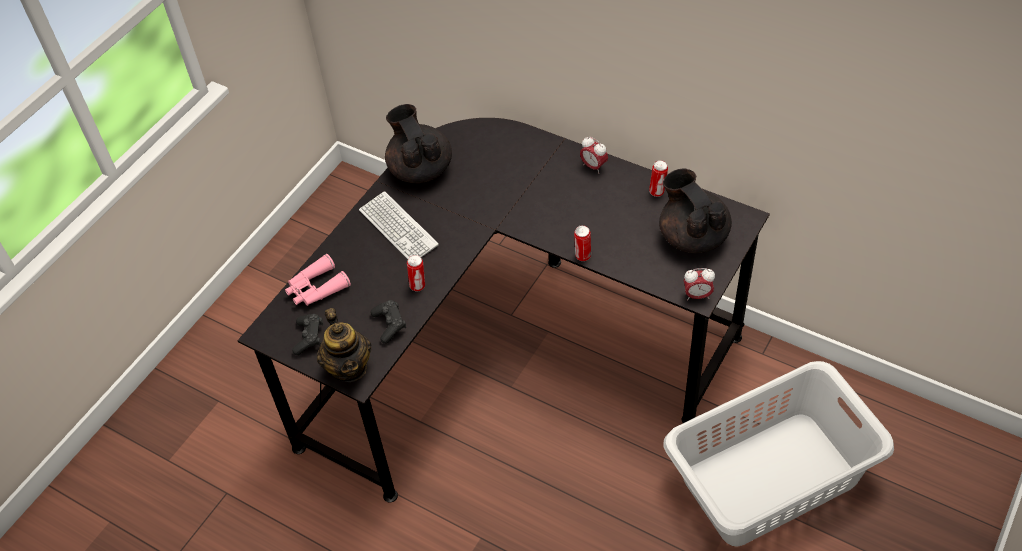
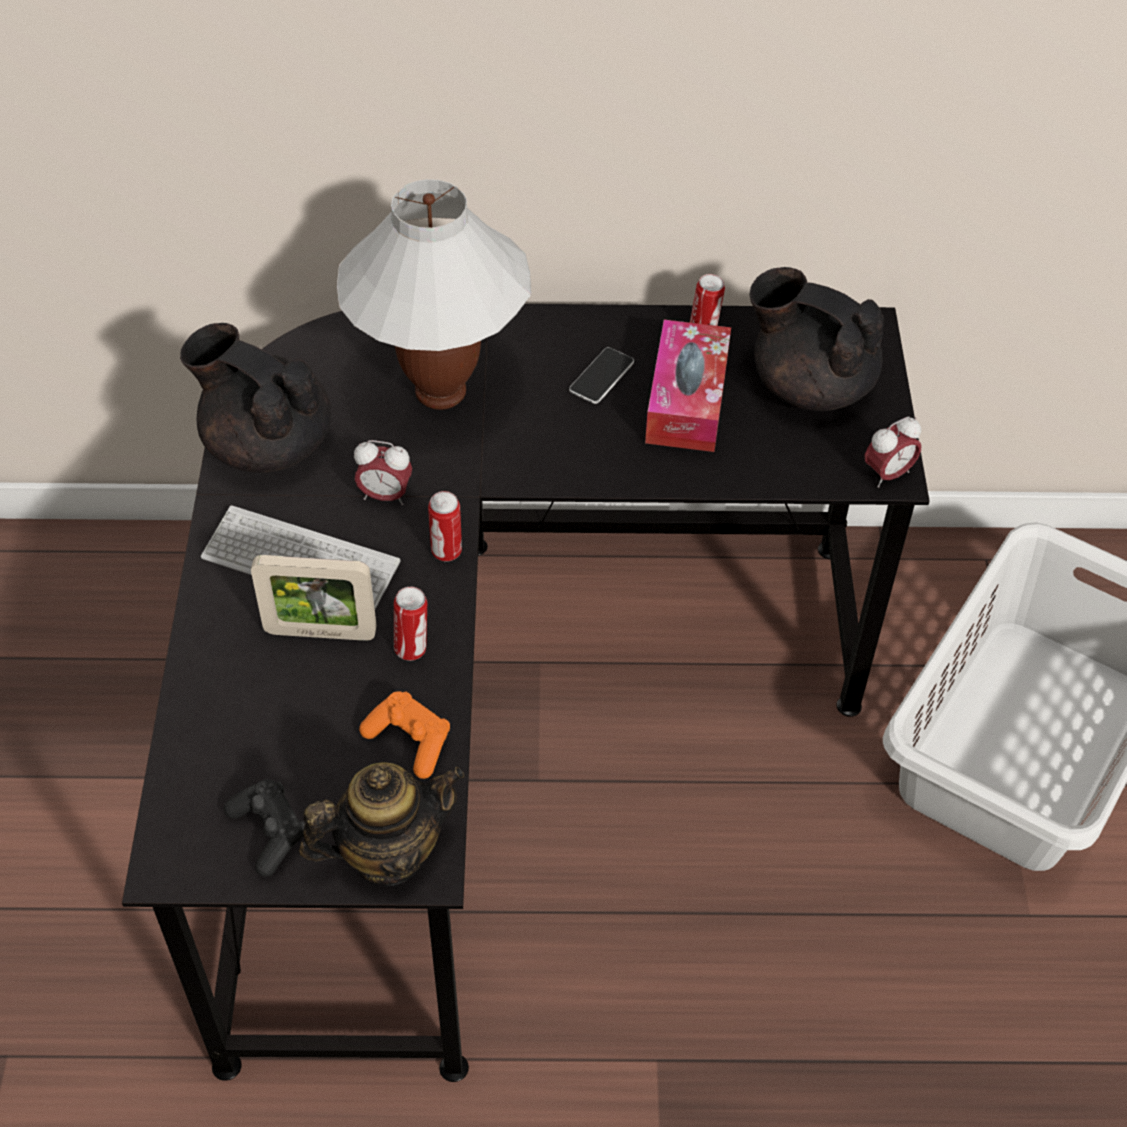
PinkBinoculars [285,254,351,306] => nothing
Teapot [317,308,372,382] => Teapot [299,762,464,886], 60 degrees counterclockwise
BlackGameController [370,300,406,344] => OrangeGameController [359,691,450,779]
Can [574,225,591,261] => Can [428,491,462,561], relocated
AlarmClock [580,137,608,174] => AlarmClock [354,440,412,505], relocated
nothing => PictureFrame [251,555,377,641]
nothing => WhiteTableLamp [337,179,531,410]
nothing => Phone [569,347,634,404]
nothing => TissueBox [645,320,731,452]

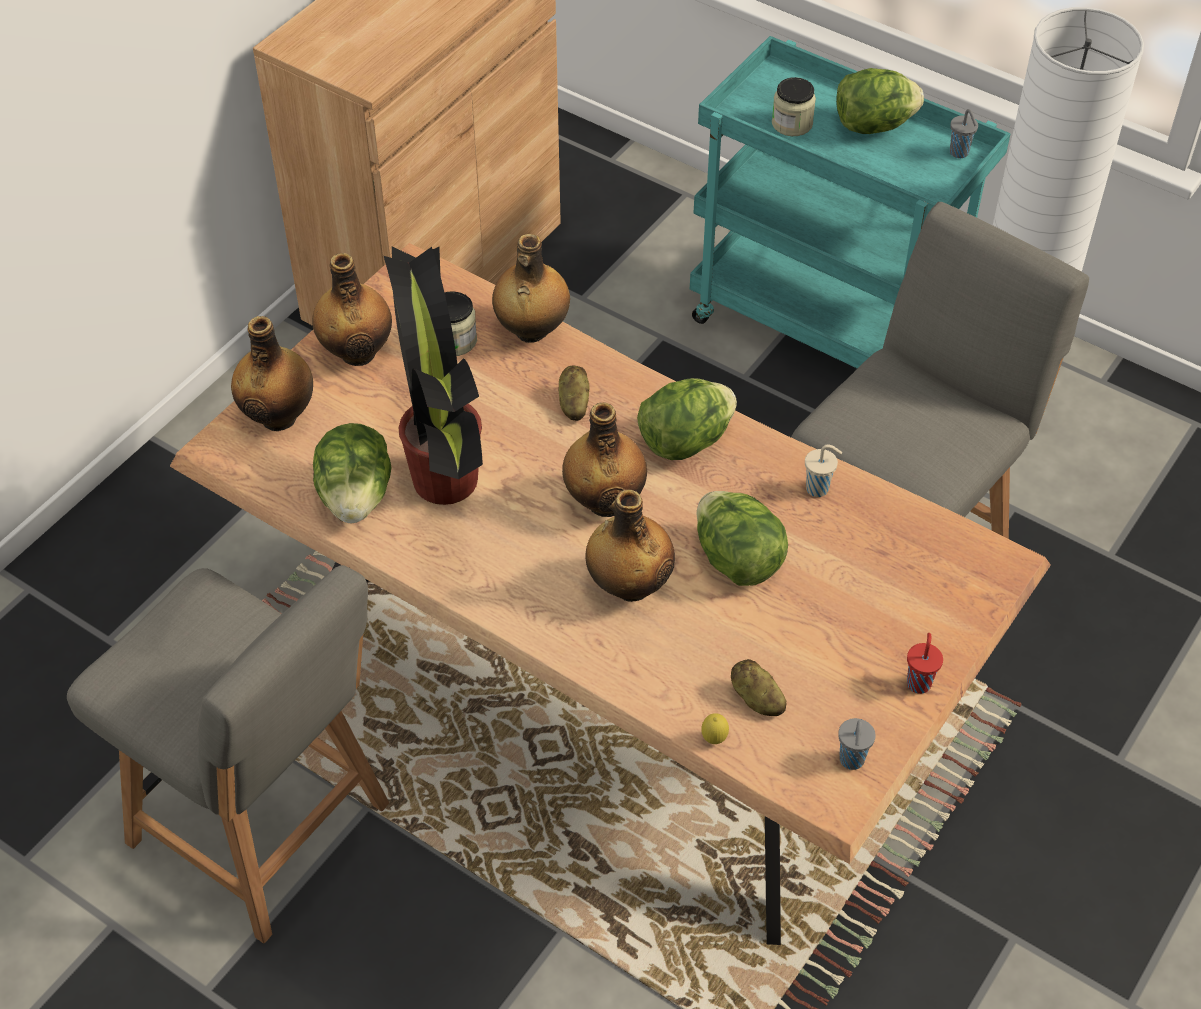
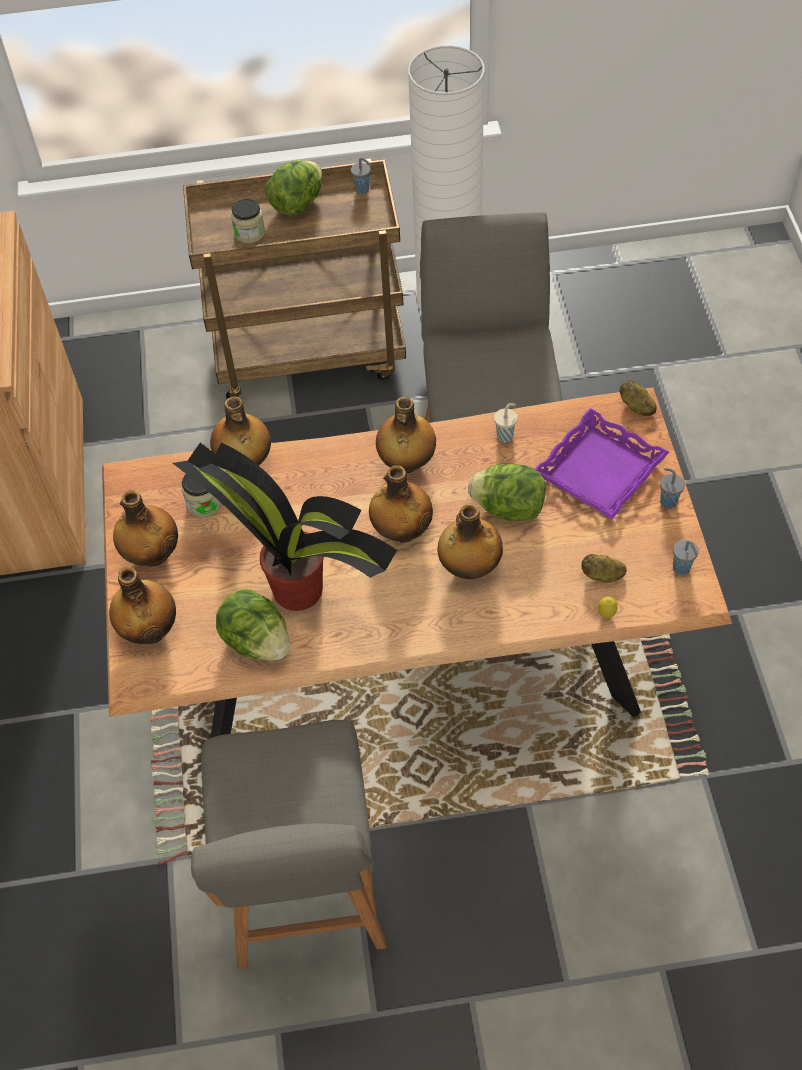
GreyChair [67,565,389,943] => GreyChair [191,720,386,969], 90 degrees clockwise
Potato [559,365,589,421] => Potato [620,380,657,416], relocated
Lettuce [637,378,737,460] => Bottle [376,397,436,473]
TurquoiseCart [690,36,1011,369] => BrownCart [183,159,406,400]
RedCup [907,633,943,694] => GreyCup [660,468,685,509]
nothing => PurpleTray [535,408,669,519]

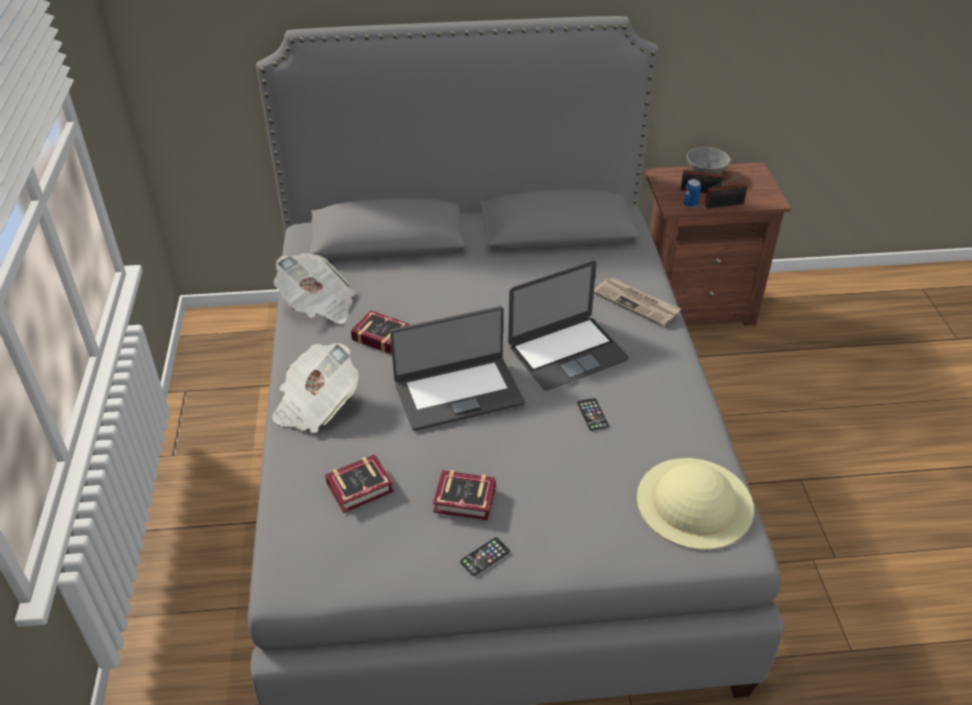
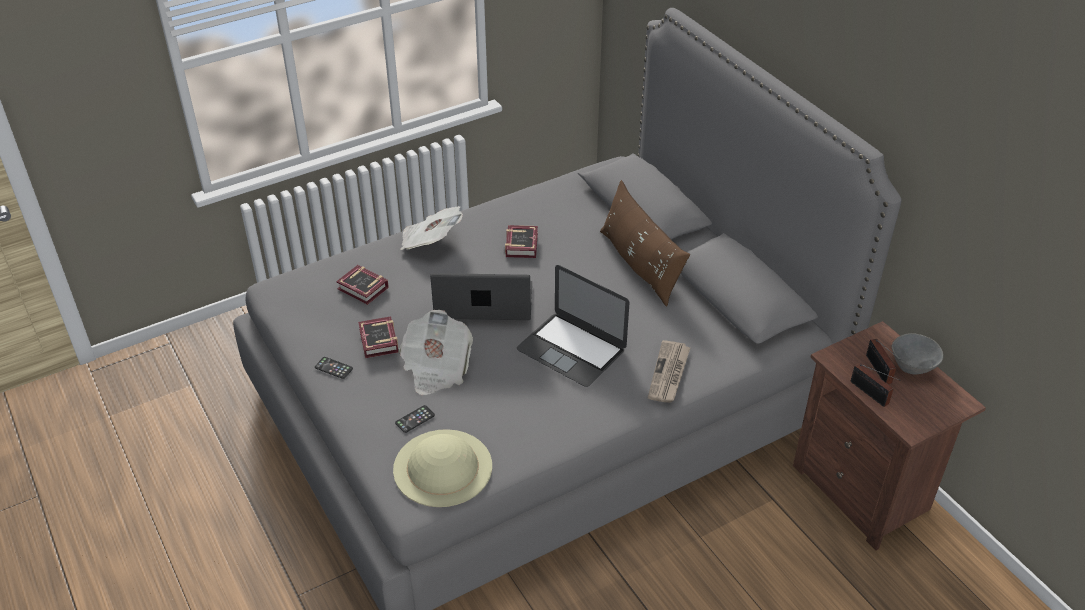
Newspaper [274,253,355,324] => Newspaper [399,310,473,395], relocated
Laptop [390,306,525,431] => Laptop [430,273,532,320], 135 degrees clockwise
Phone [577,398,609,431] => Phone [395,405,435,433], relocated
Can [684,179,701,208] => nothing
nothing => BrownPillow [600,180,690,307]

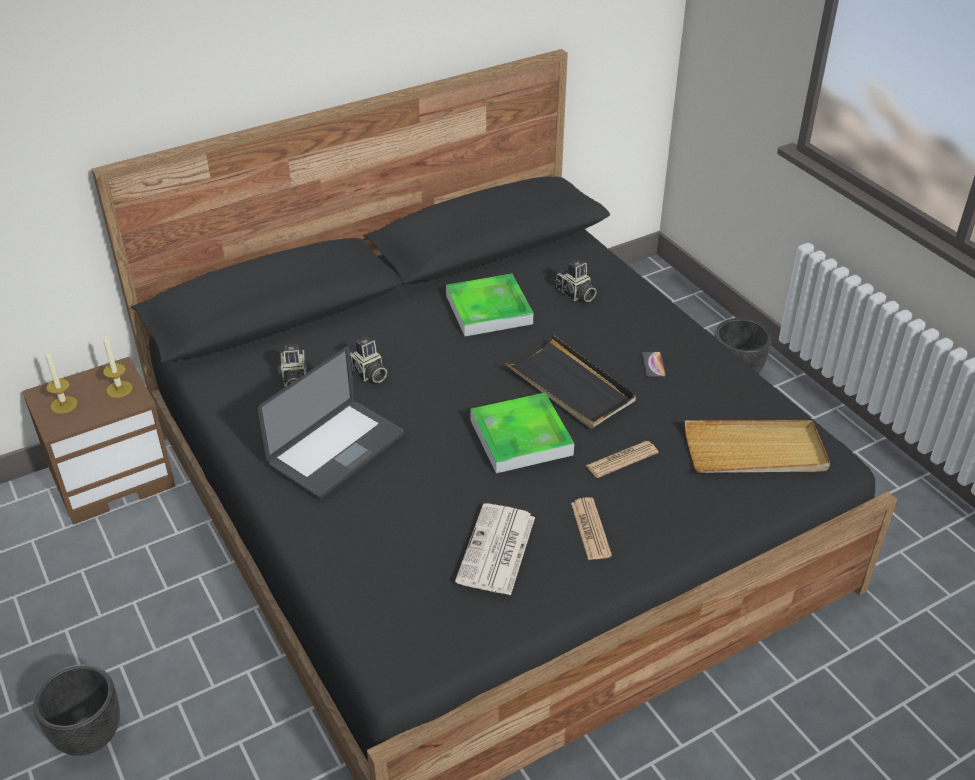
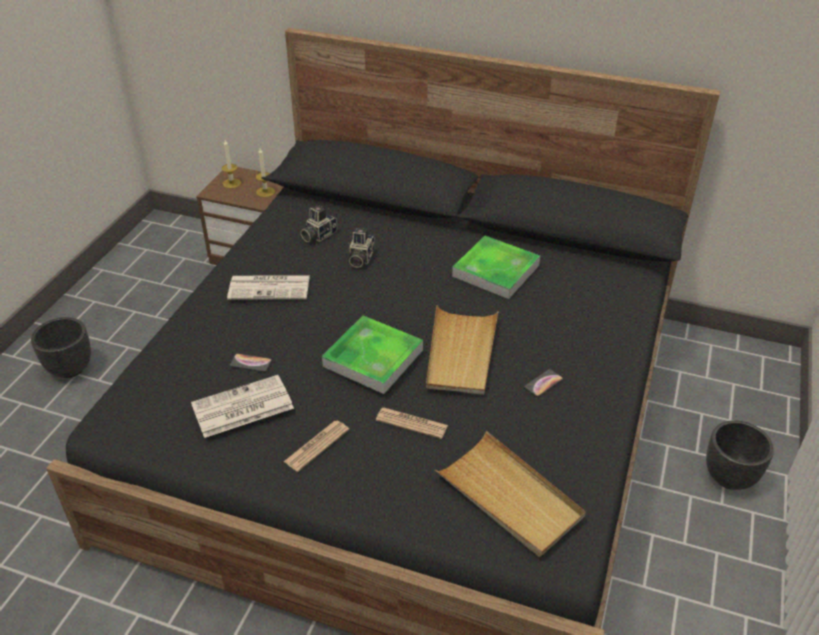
Laptop [257,346,404,499] => Newspaper [227,275,310,300]
BlackTray [504,335,636,429] => BeigeTray [426,305,498,395]
PhotoCamera [555,260,596,302] => nothing
nothing => Phone [230,353,272,372]

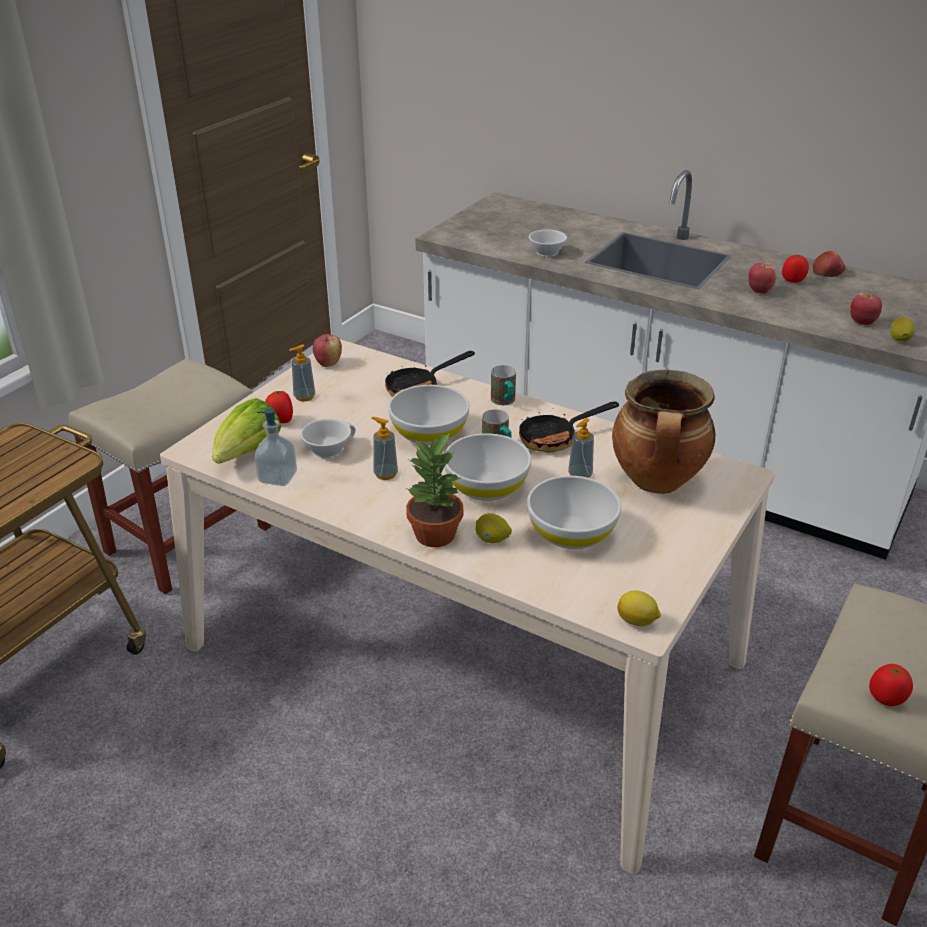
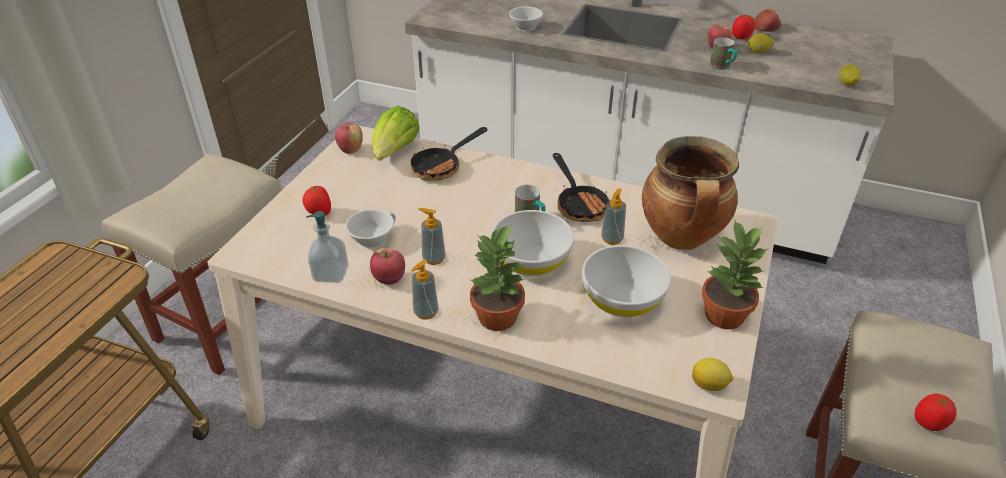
Lettuce [212,398,281,464] => Lettuce [372,106,420,161], relocated
SoapDispenser [289,344,315,402] => SoapDispenser [411,259,439,320], relocated
WhiteBowl [388,385,469,445] => nothing
Lemon [476,513,512,543] => Lemon [748,34,775,53], relocated
Mug [491,365,516,405] => Mug [709,37,738,70], relocated
FryingPan [519,401,619,452] => FryingPan [553,153,609,222], 75 degrees counterclockwise
Apple [850,293,882,325] => Apple [370,248,405,285], relocated
nothing => PottedPlant [702,221,767,329]

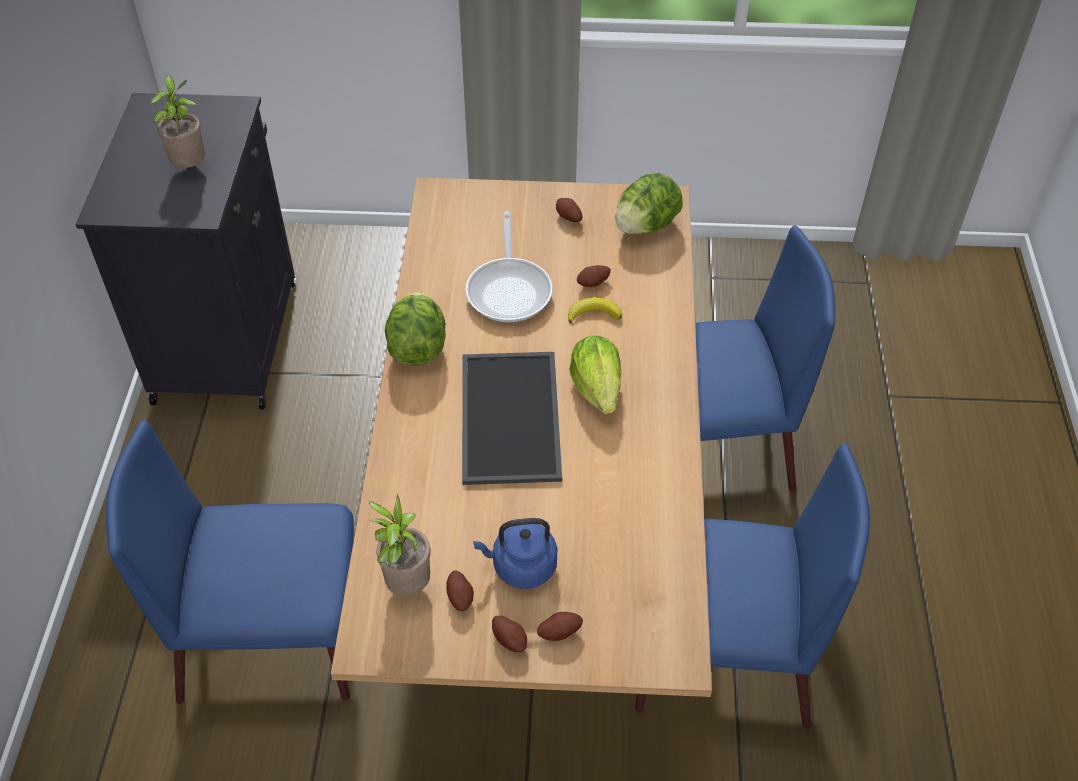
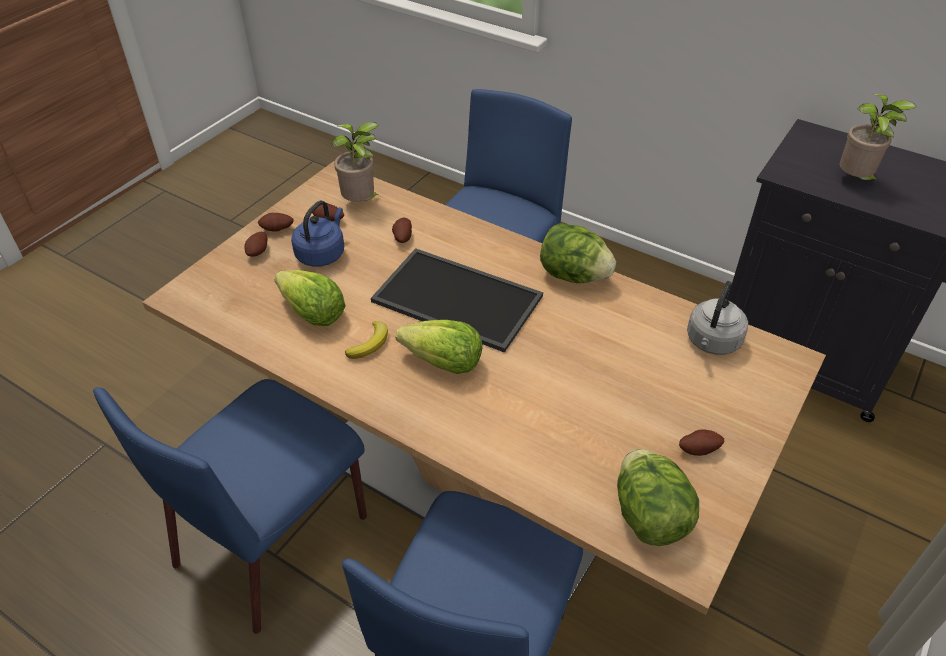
FryingPan [465,211,553,322] => nothing
Banana [568,297,622,324] => Banana [345,321,388,359], relocated
Potato [577,265,611,287] => Potato [392,218,412,243], relocated
nothing => Lettuce [274,270,346,326]
nothing => GreyKettle [687,281,748,355]

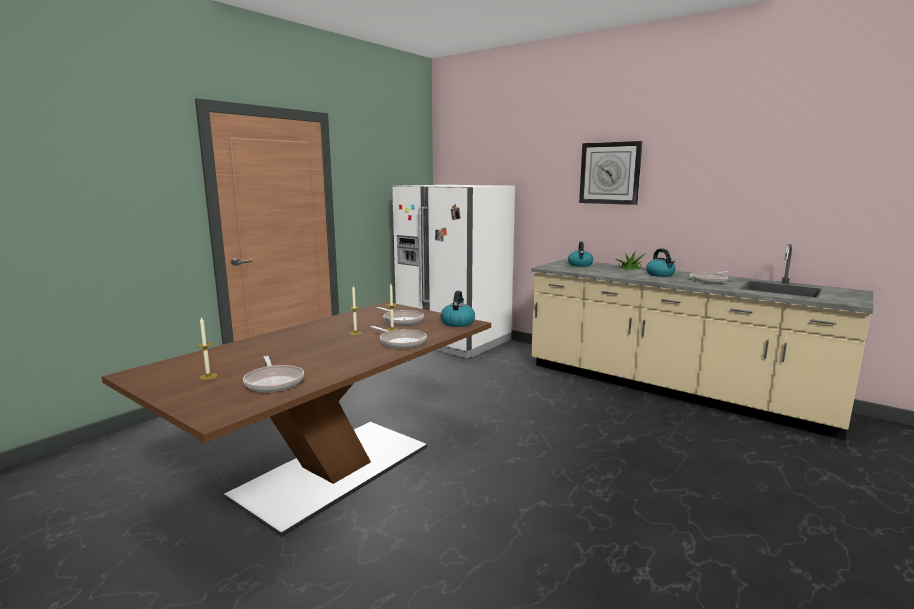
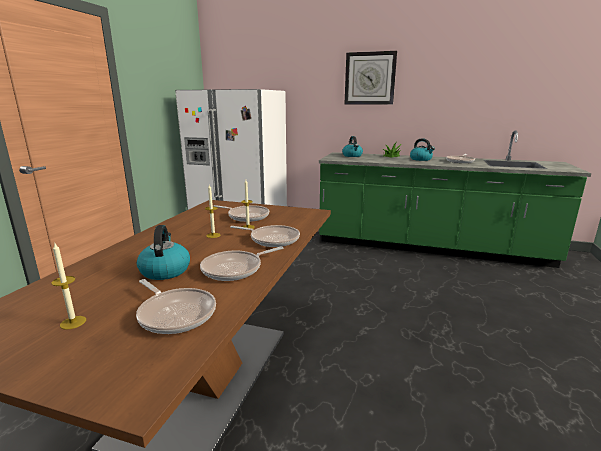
Kettle [441,291,475,327] => Kettle [137,225,190,280], relocated
BeigeCounter [531,244,873,440] => GreenCounter [319,130,592,268]
nothing => FryingPan [200,246,283,281]

